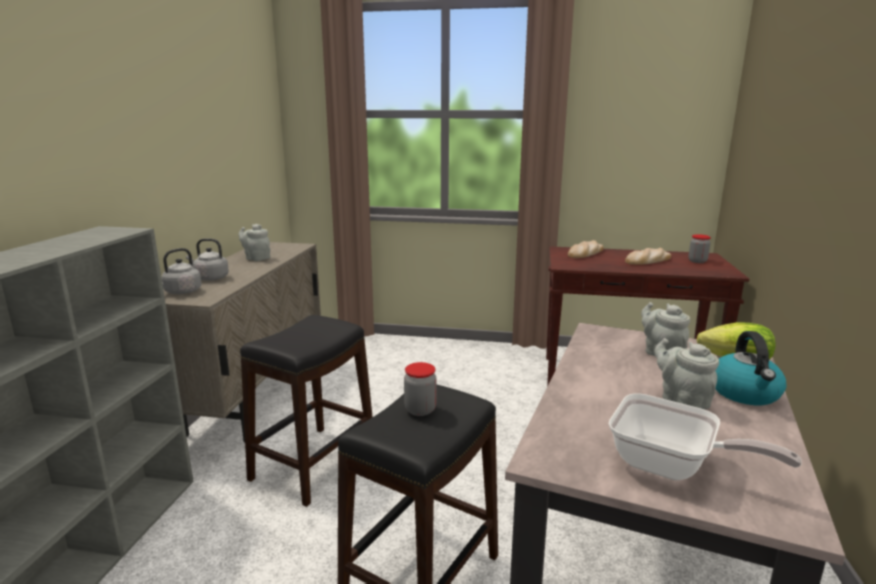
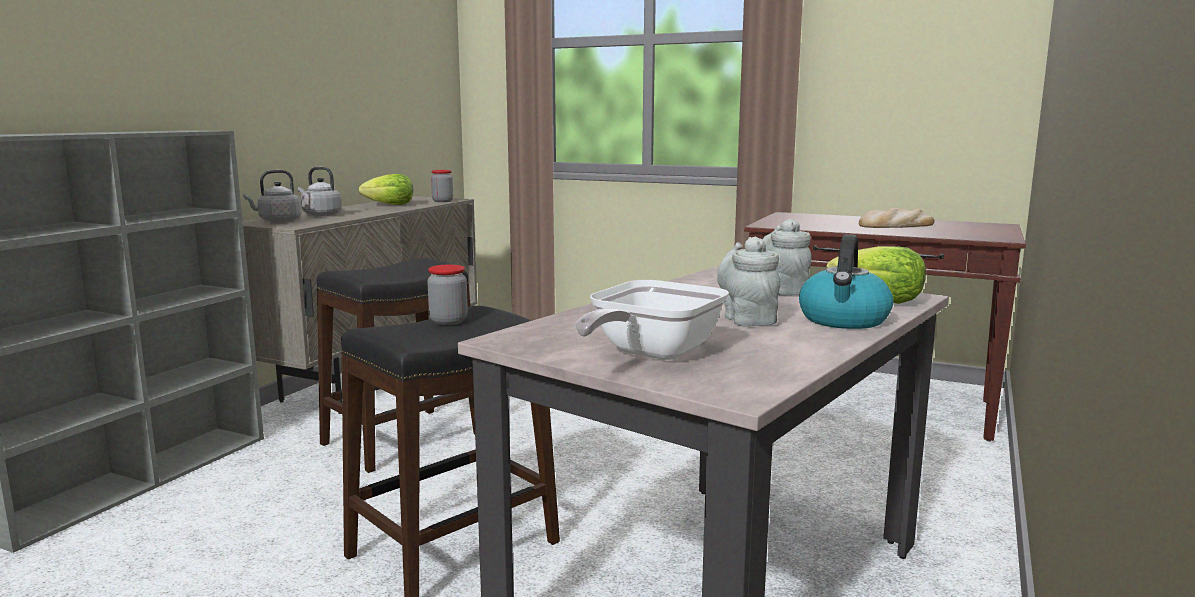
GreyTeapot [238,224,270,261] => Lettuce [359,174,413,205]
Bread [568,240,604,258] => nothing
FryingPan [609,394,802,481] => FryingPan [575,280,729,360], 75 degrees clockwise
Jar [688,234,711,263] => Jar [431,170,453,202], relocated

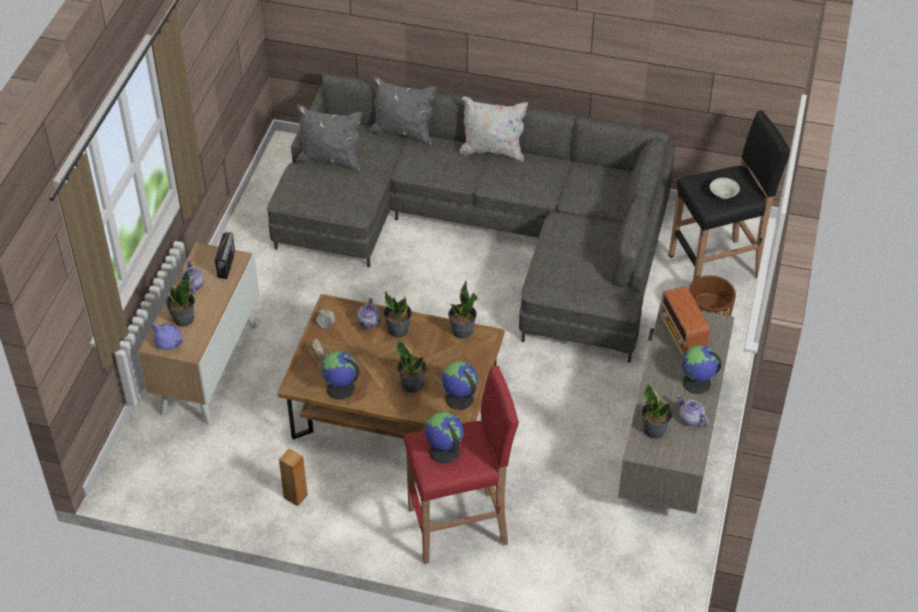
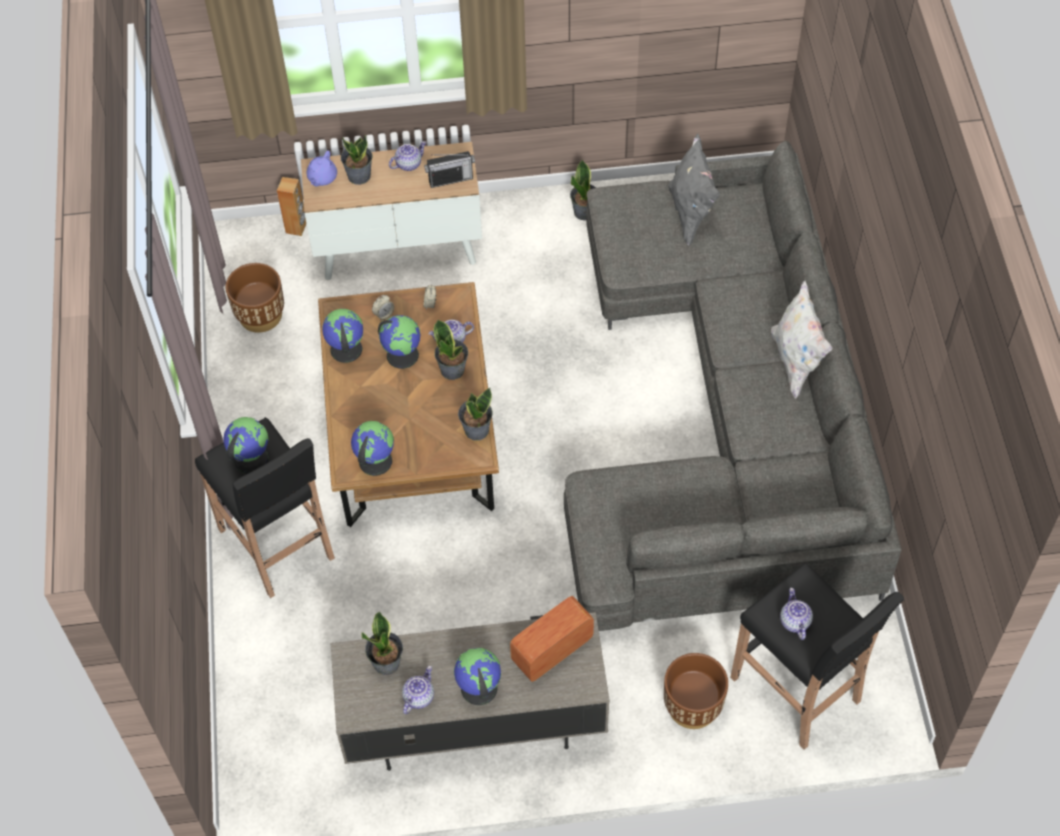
BrownSpeaker [279,448,308,506] => BrownSpeaker [277,177,306,236], relocated
GreyPillow [370,77,436,145] => nothing
PottedPlant [396,341,427,393] => PottedPlant [570,159,596,220], relocated
RedStool [404,365,519,564] => BlackStool [195,417,335,598]
WhiteBowl [710,178,740,199] => Teapot [780,588,813,640]
nothing => BrownPlanter [226,263,284,333]
nothing => Globe [378,315,420,369]

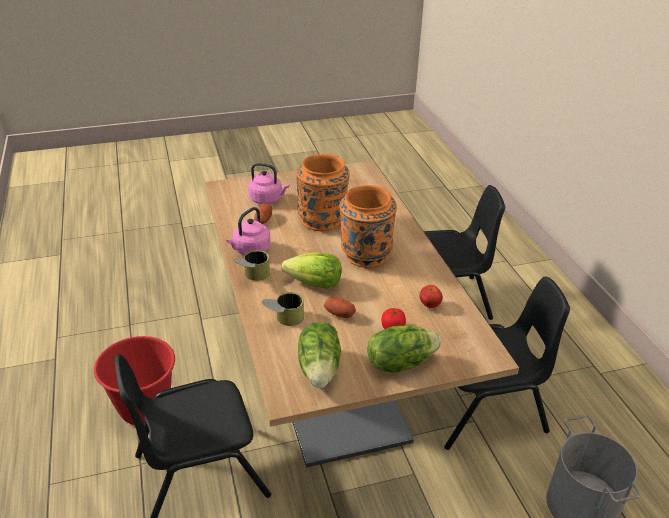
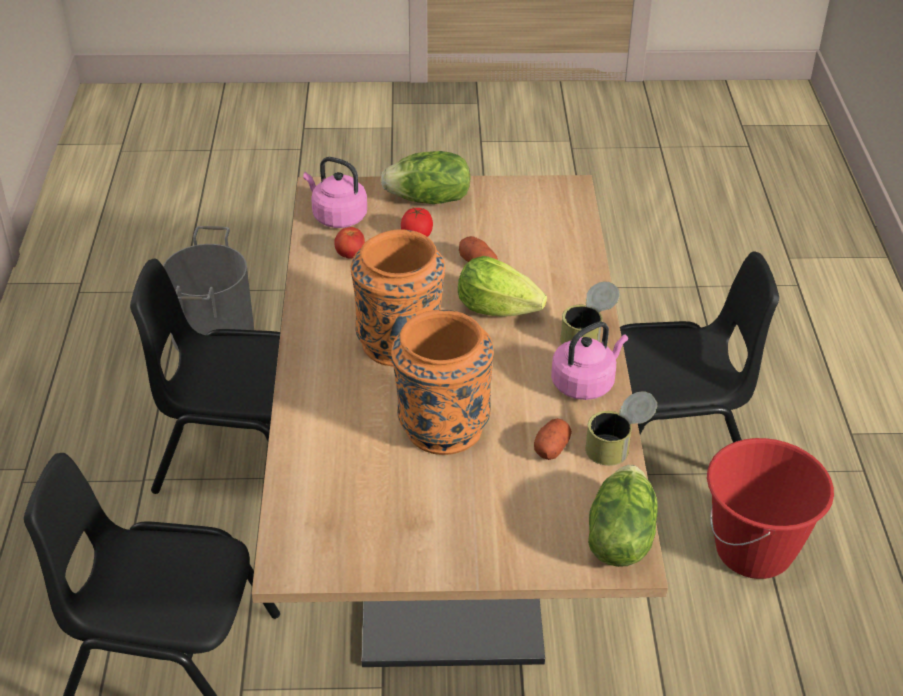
PinkKettle [248,163,289,204] => PinkKettle [303,157,367,228], relocated
Can [262,292,304,326] => Can [585,392,657,466], relocated
Lettuce [298,322,341,388] => Lettuce [588,465,658,567], relocated

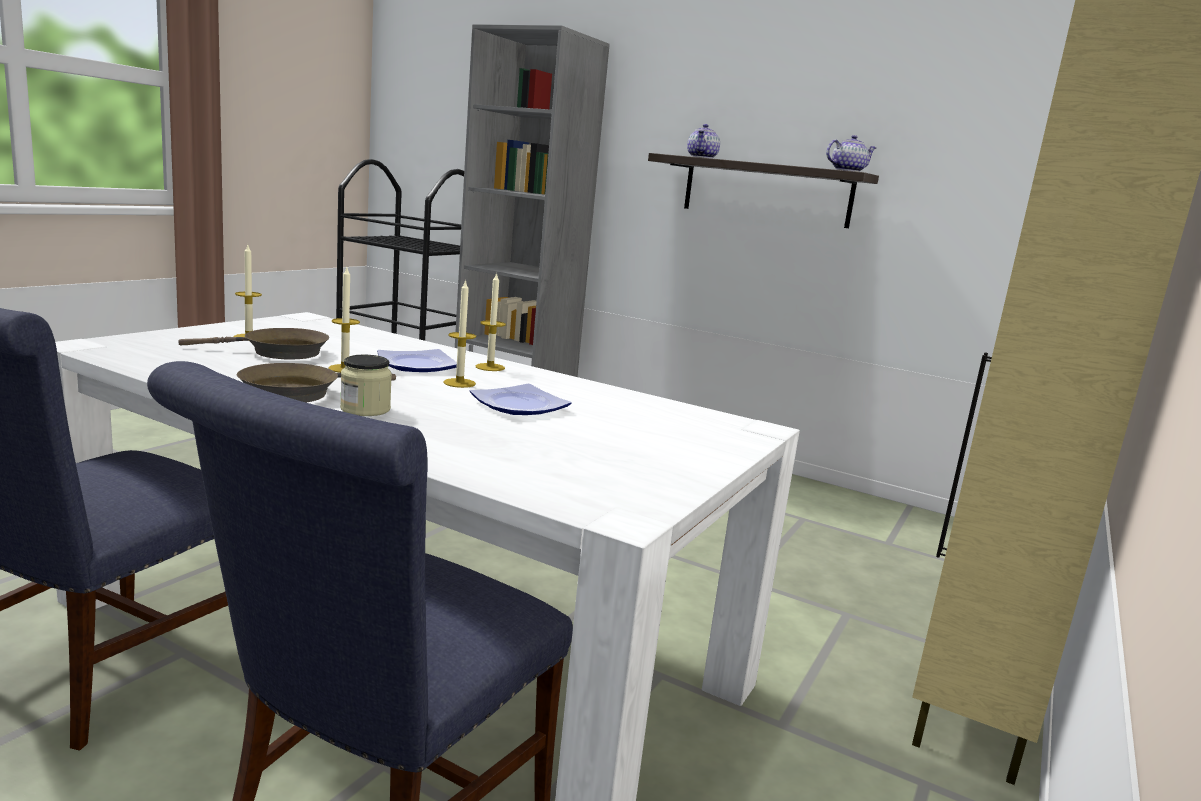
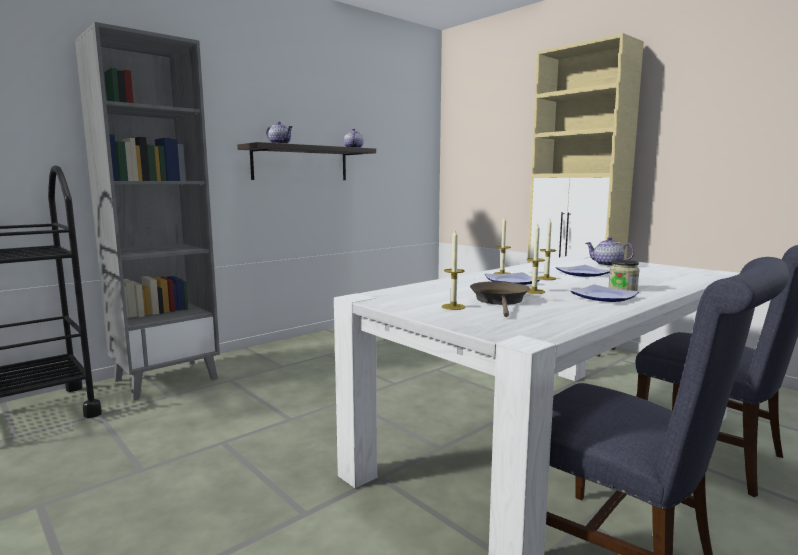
BrownFryingPan [237,363,396,403] => Plate [571,284,639,302]
nothing => Teapot [586,237,635,266]

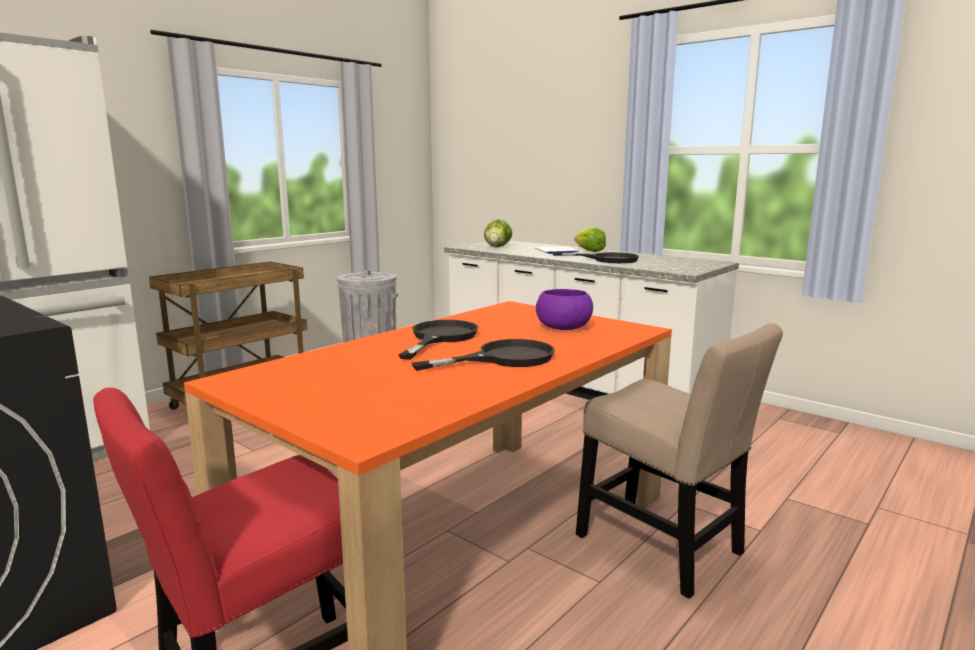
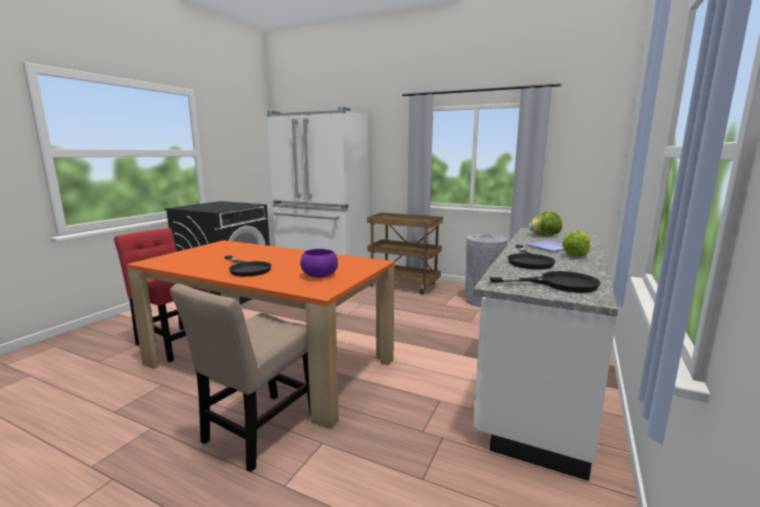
BlackFryingPan [399,320,479,360] => BlackFryingPan [489,271,600,293], relocated

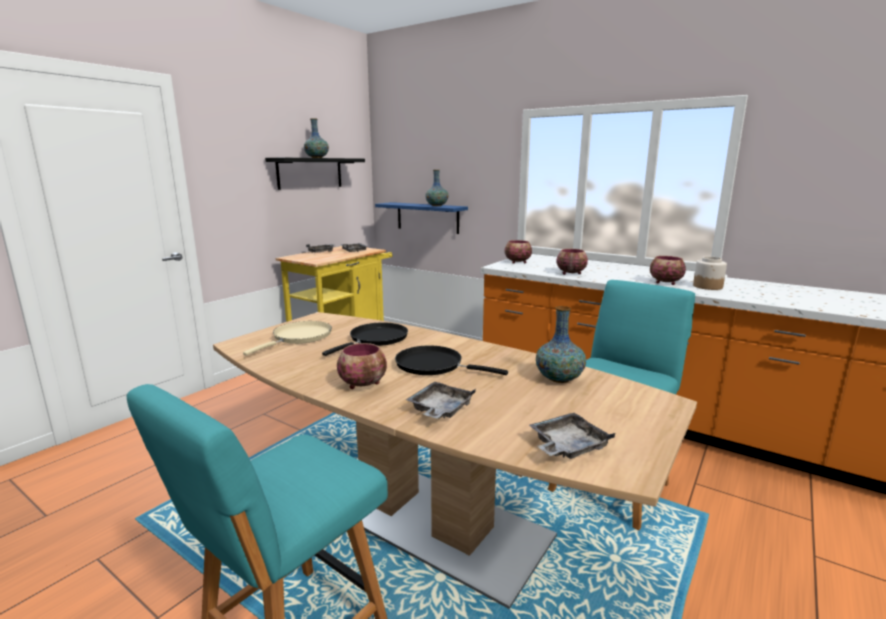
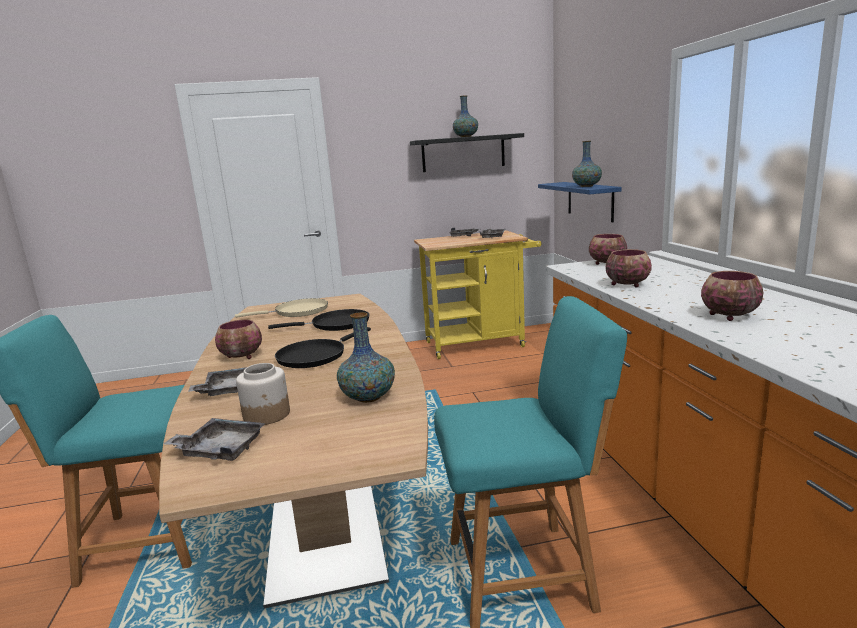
BlackFryingPan [395,346,508,375] => BlackFryingPan [275,327,371,368], 120 degrees counterclockwise
Jar [693,256,727,290] => Jar [236,363,290,425], relocated

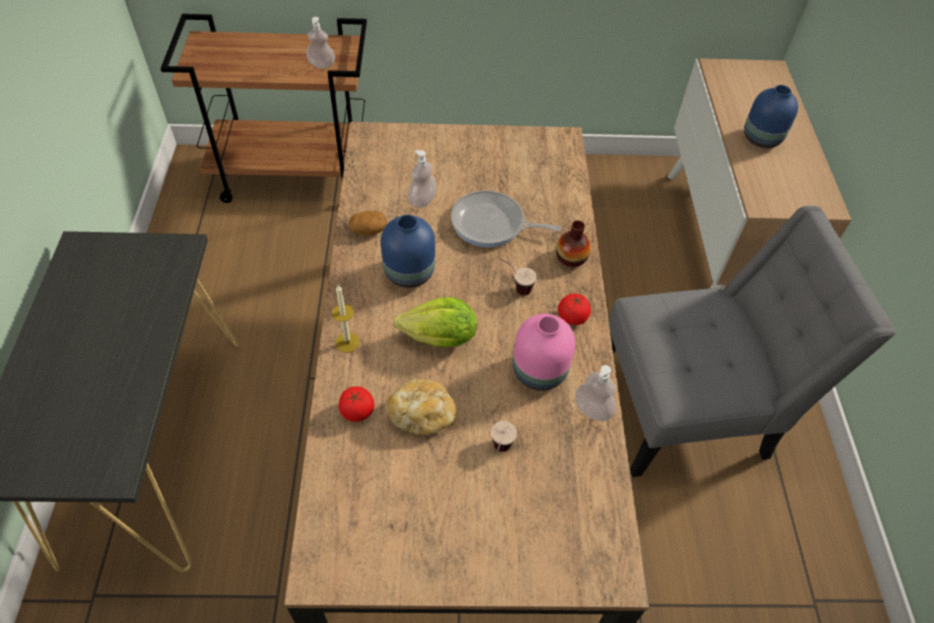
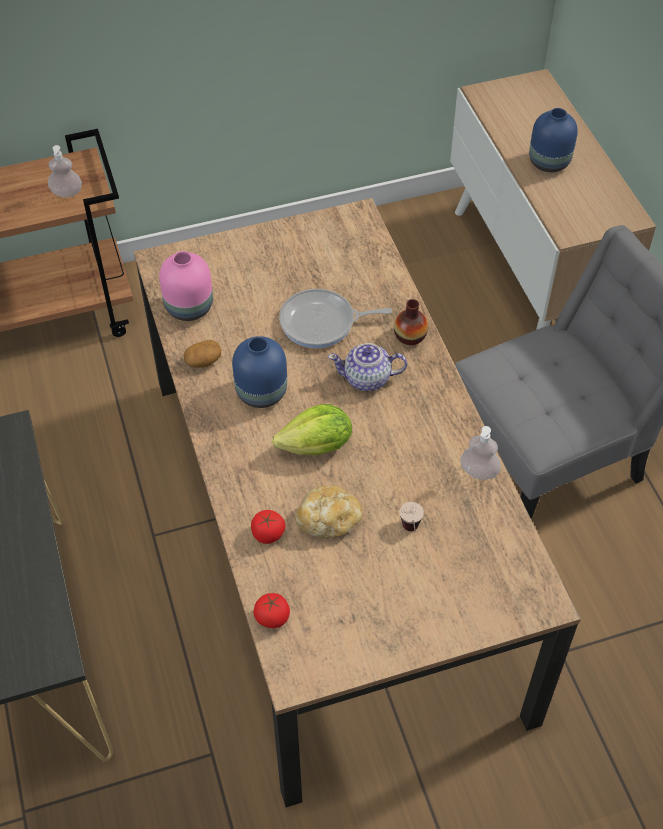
Candle [332,285,360,353] => nothing
SoapDispenser [408,150,437,208] => nothing
Cup [498,258,537,295] => Teapot [328,343,407,391]
PinkVase [513,314,575,391] => PinkVase [159,251,213,321], relocated
Tomato [558,293,591,325] => Tomato [253,593,290,628], relocated

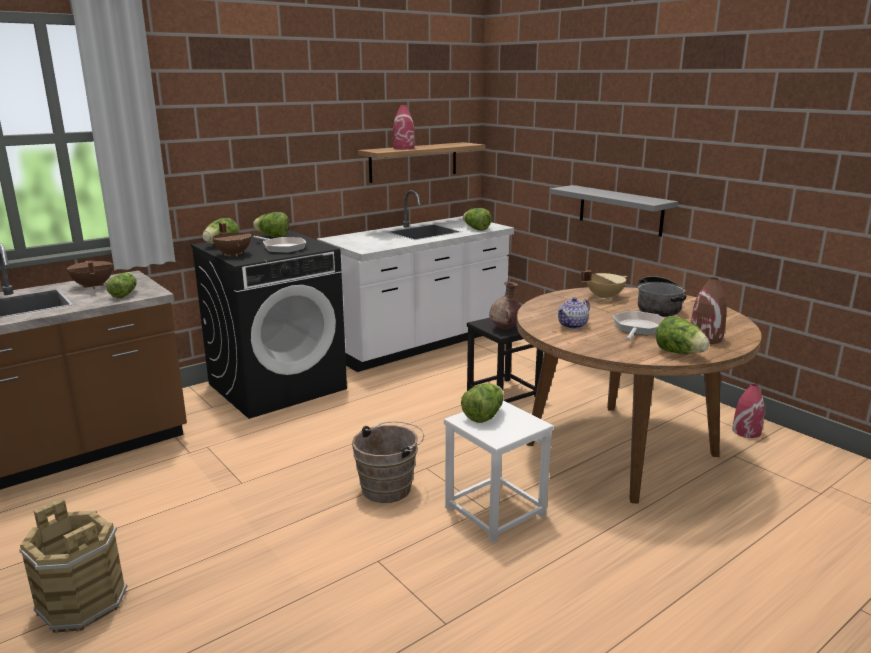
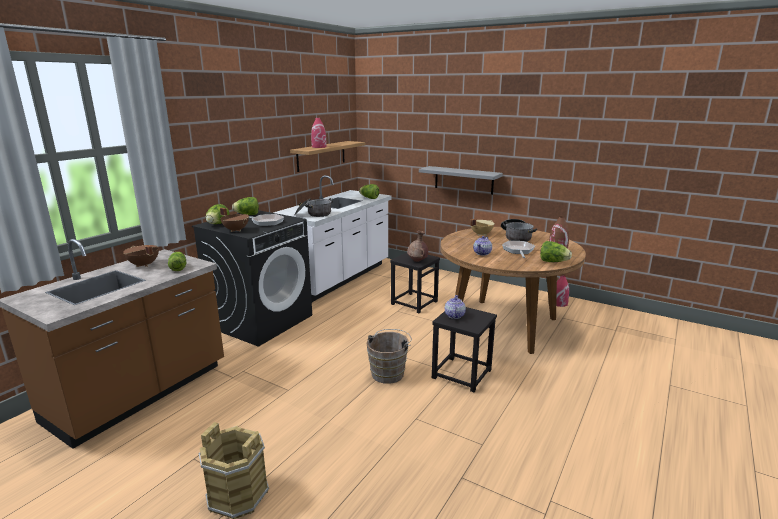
WhiteStool [444,400,554,543] => BlackStool [432,307,497,392]
Lettuce [461,383,504,423] => Teapot [445,295,466,319]
nothing => CookingPot [295,198,333,217]

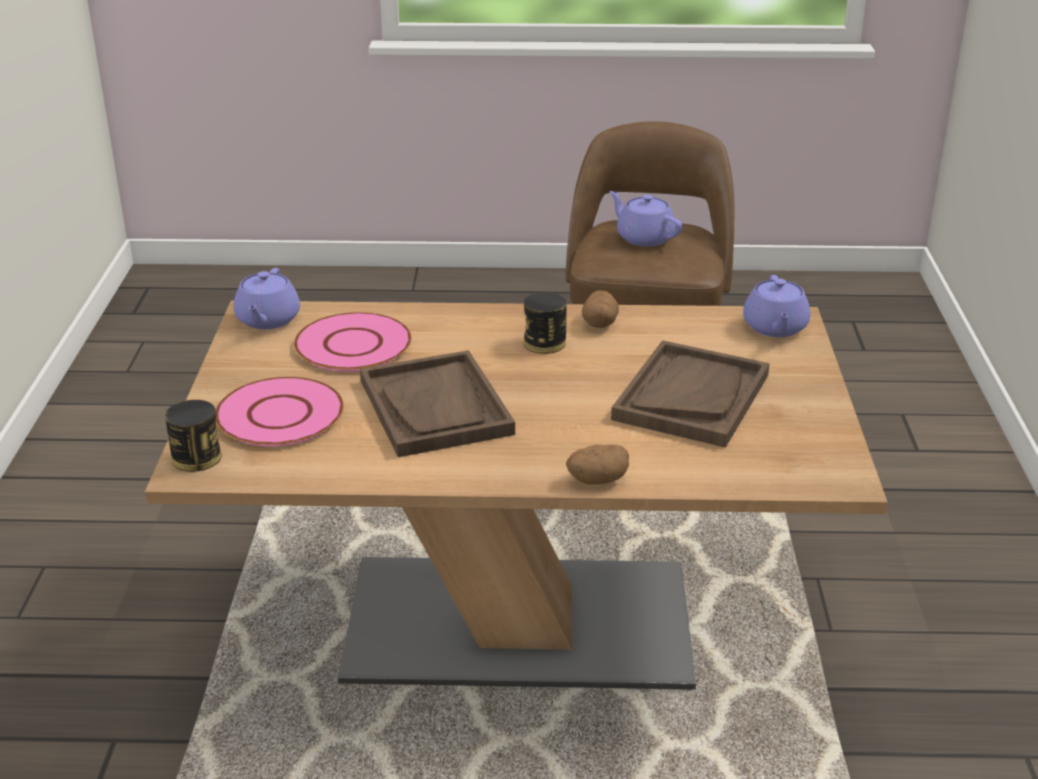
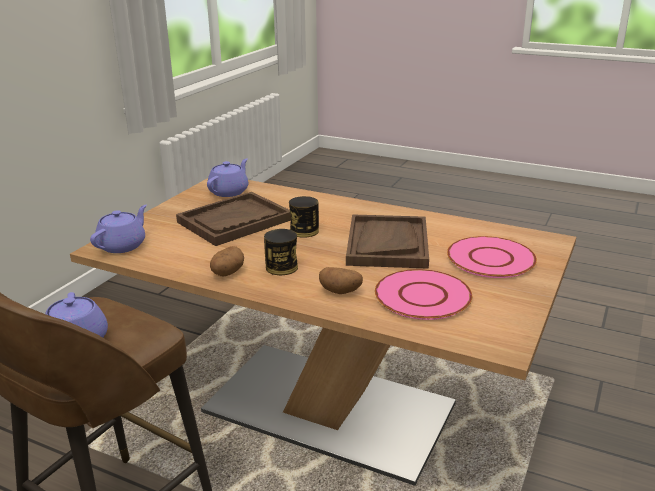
Can [165,400,222,472] => Can [289,196,319,238], relocated
PurpleTeapot [233,268,300,329] => PurpleTeapot [207,158,248,197], relocated
Potato [566,445,629,484] => Potato [319,267,363,294], relocated

